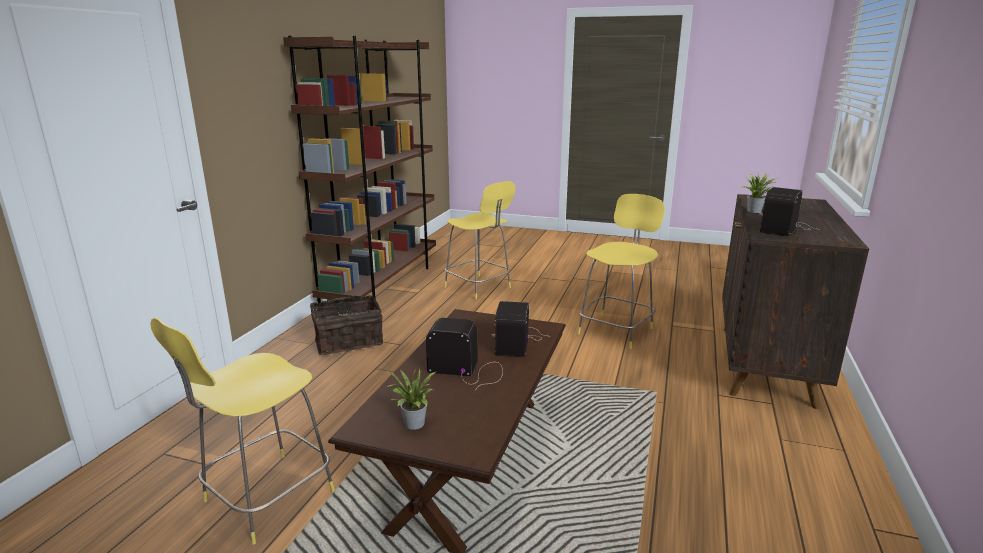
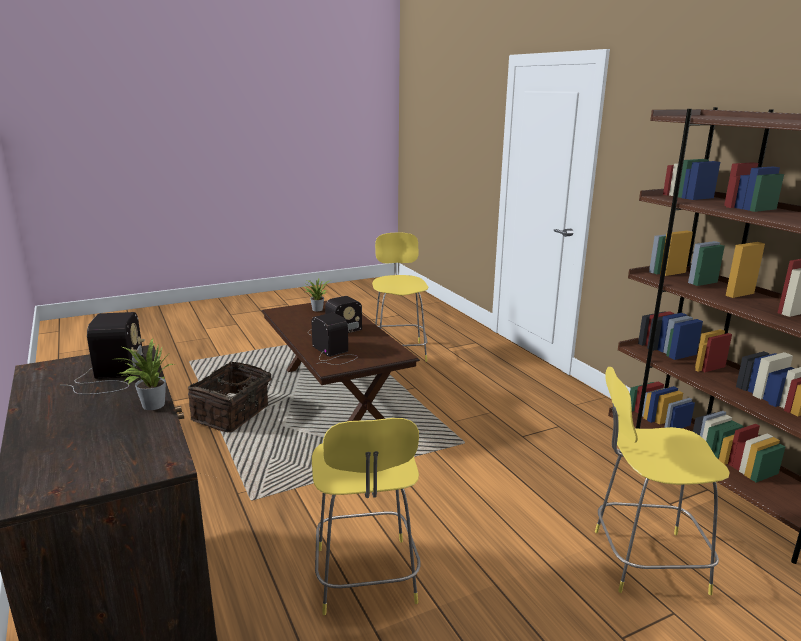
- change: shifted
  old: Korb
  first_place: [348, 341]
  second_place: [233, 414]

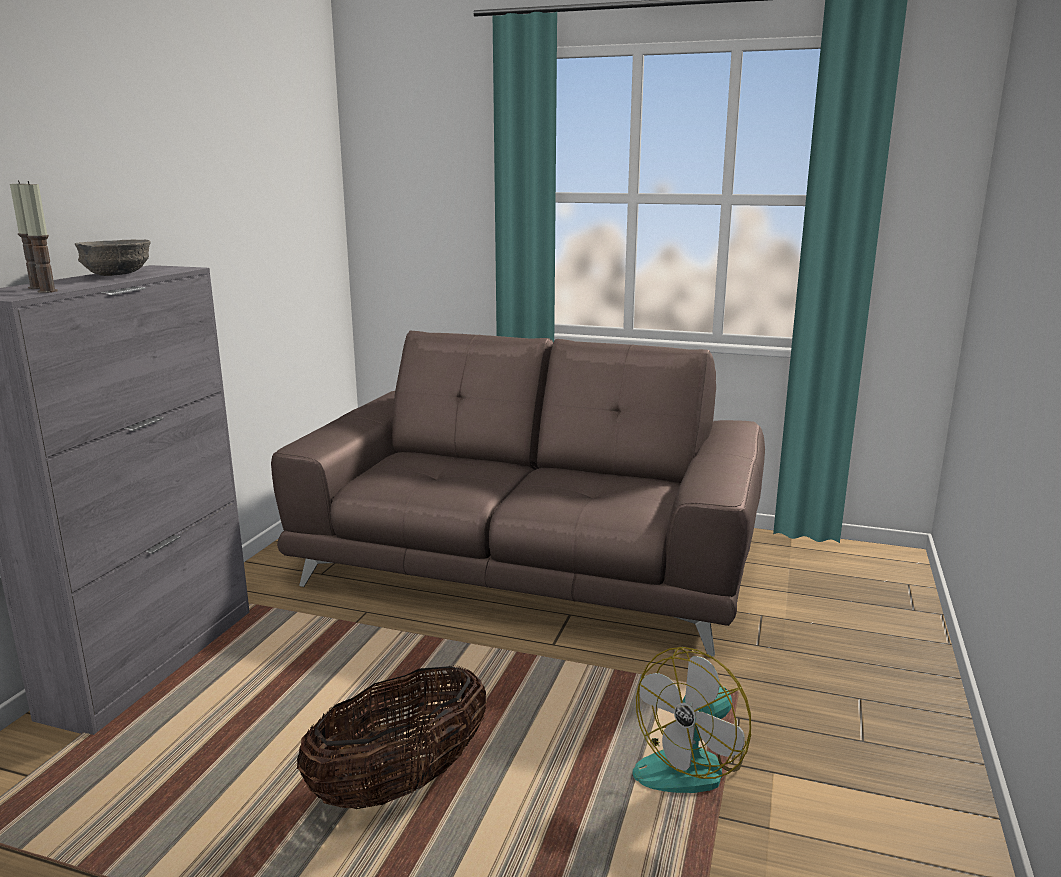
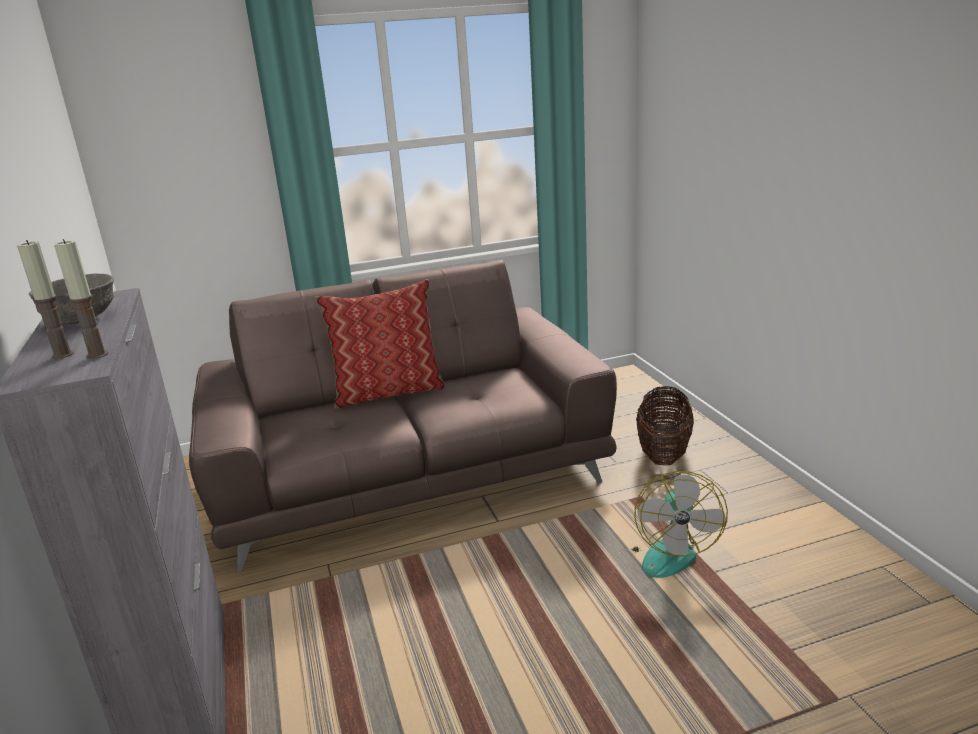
- change: new
  new: Kissen
  second_place: [388, 392]
- change: shifted
  old: Korb
  first_place: [400, 783]
  second_place: [664, 453]

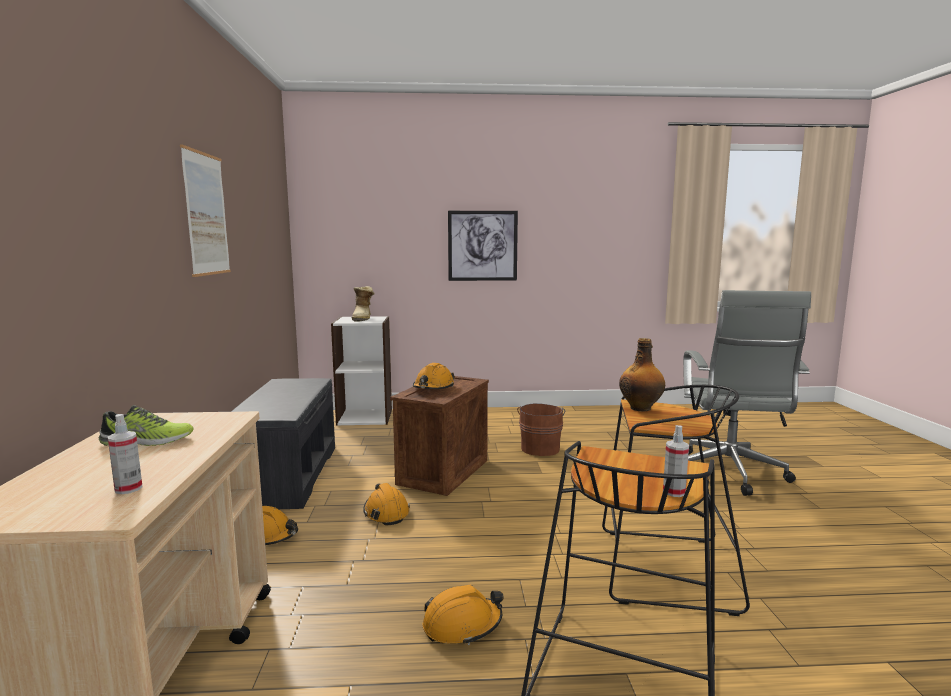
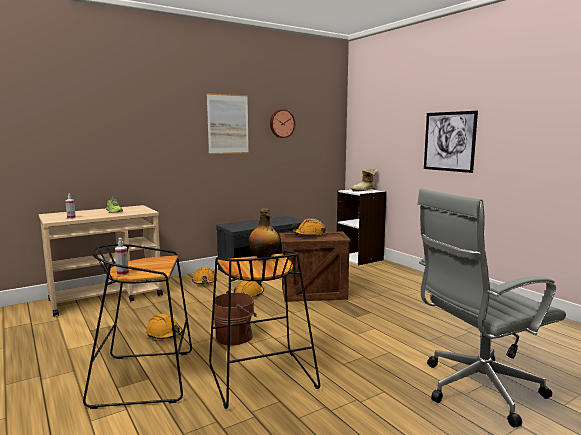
- change: new
  new: Wanduhr
  second_place: [281, 123]
- change: shifted
  old: Eimer [braun]
  first_place: [540, 448]
  second_place: [236, 336]

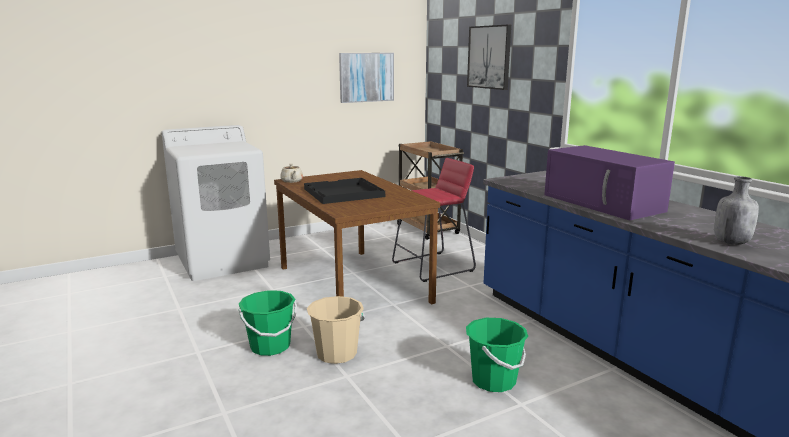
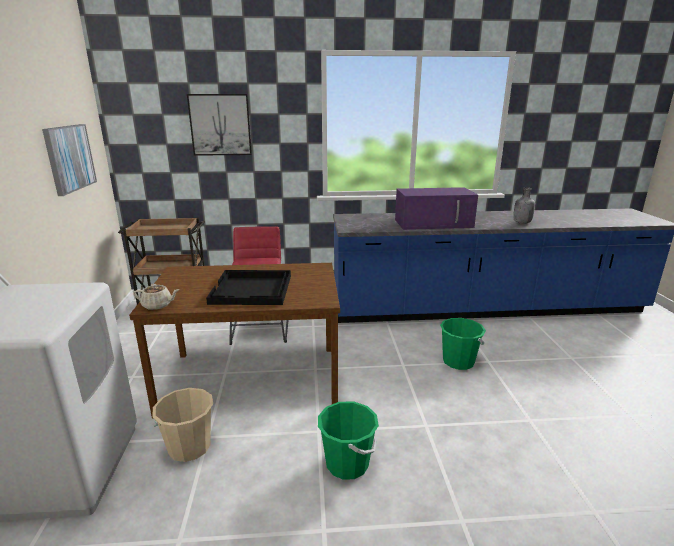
- change: shifted
  old: Eimer [beige]
  first_place: [336, 354]
  second_place: [189, 447]

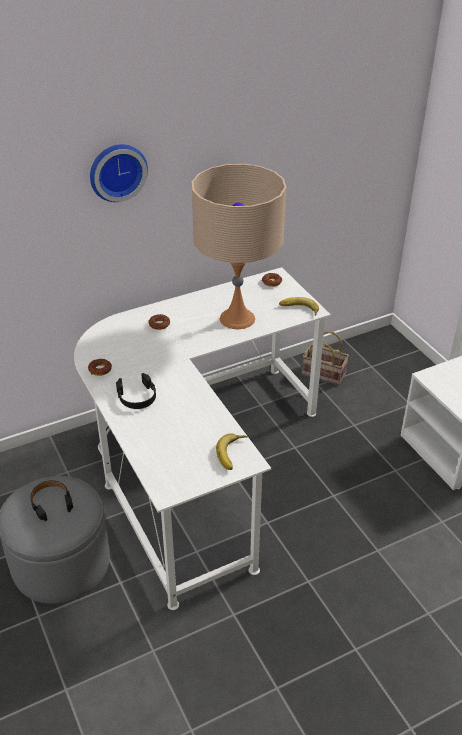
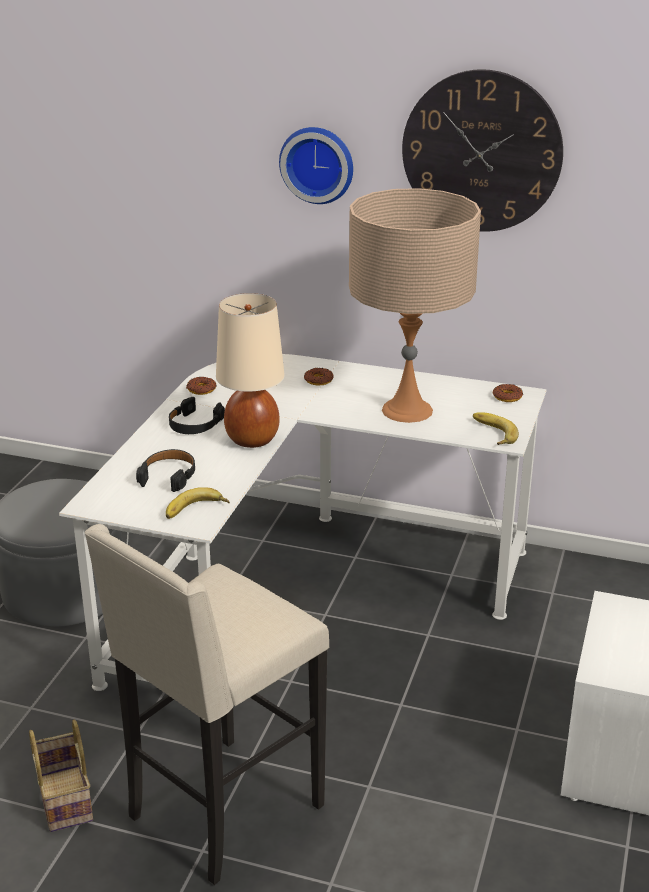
- change: new
  new: Hocker [beige]
  second_place: [221, 813]
- change: new
  new: Tischlampe [beige]
  second_place: [252, 439]
- change: new
  new: Wanduhr
  second_place: [481, 152]
- change: shifted
  old: Kopfhörer [schwarz]
  first_place: [51, 503]
  second_place: [168, 476]
- change: shifted
  old: Korb
  first_place: [322, 374]
  second_place: [62, 798]

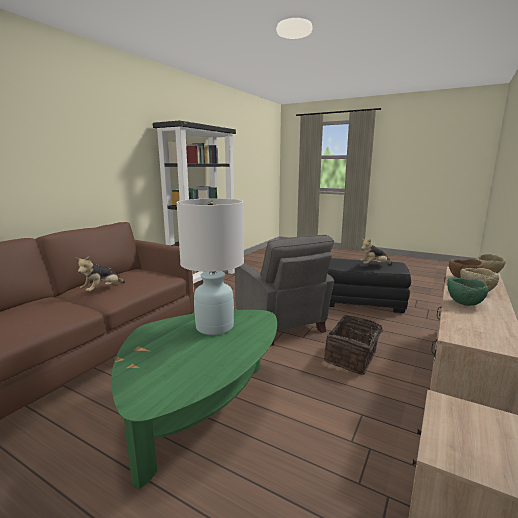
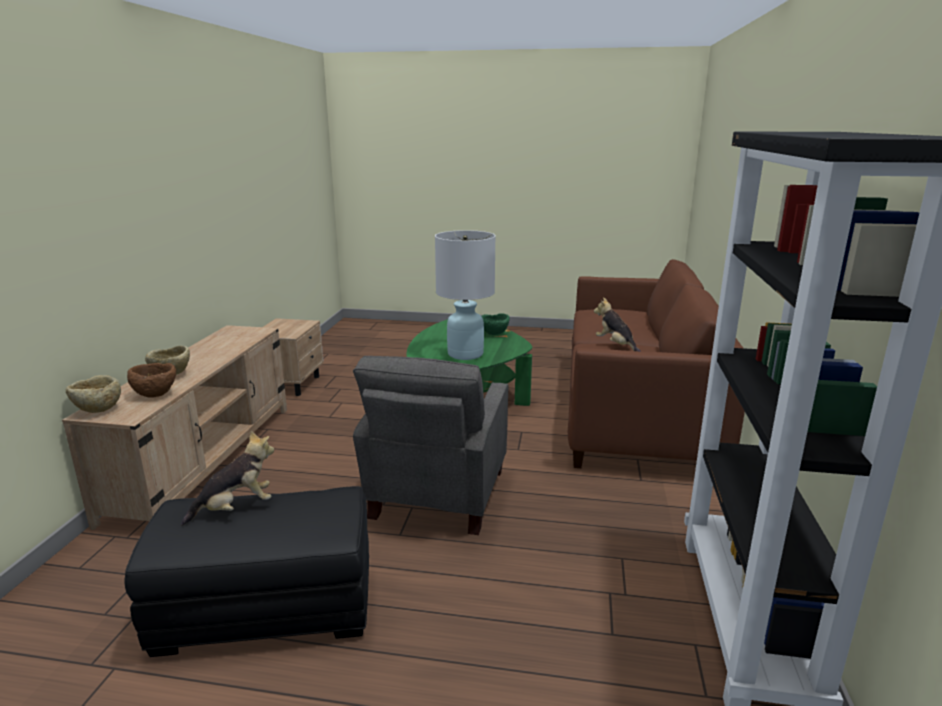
- change: gone
  old: Korb
  first_place: [352, 357]
- change: shifted
  old: Schüssel [grün]
  first_place: [464, 303]
  second_place: [494, 334]
- change: rotated
  old: Plüschtier
  first_place: [102, 290]
  second_place: [616, 345]
  degrees: -45
- change: rotated
  old: Sessel [grau]
  first_place: [281, 325]
  second_place: [436, 495]
  degrees: -120

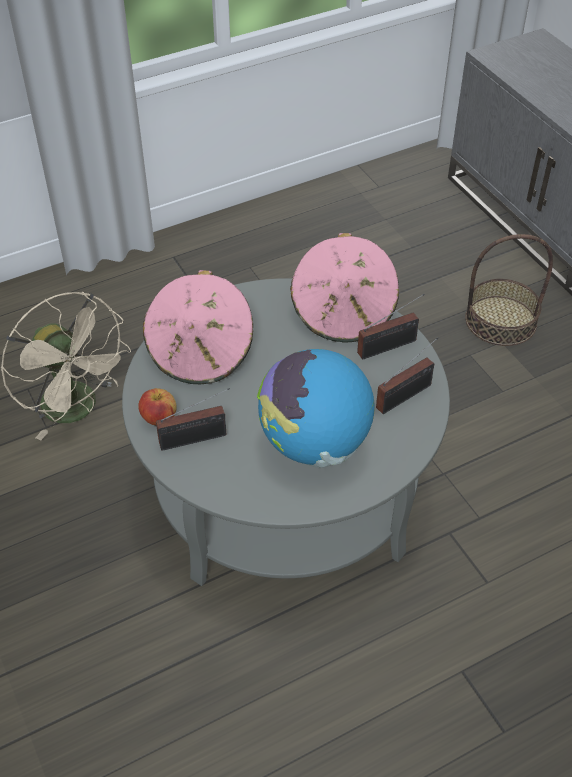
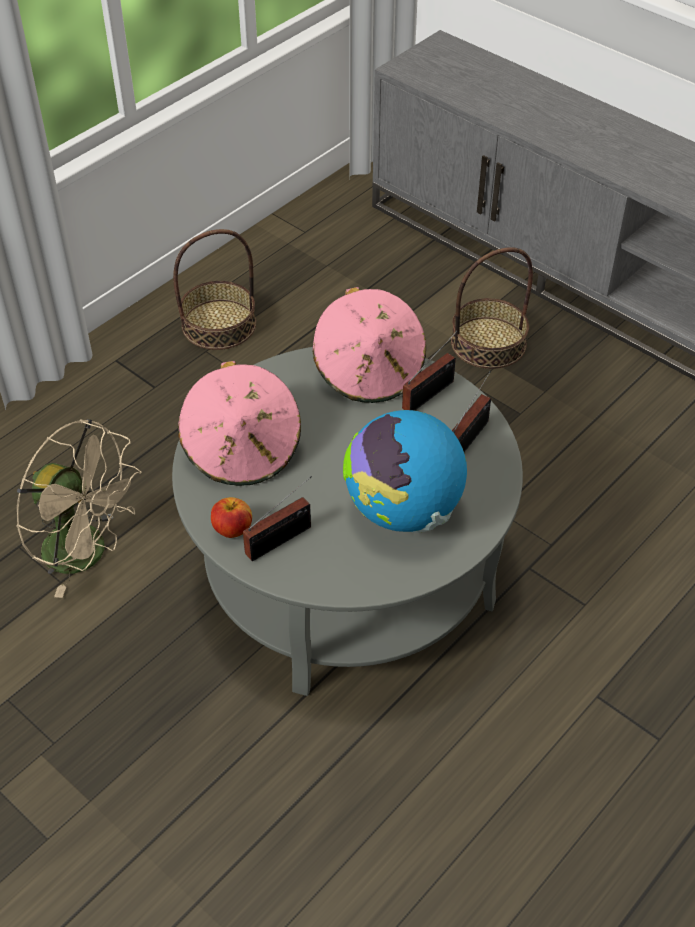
- change: new
  new: Korb
  second_place: [219, 324]

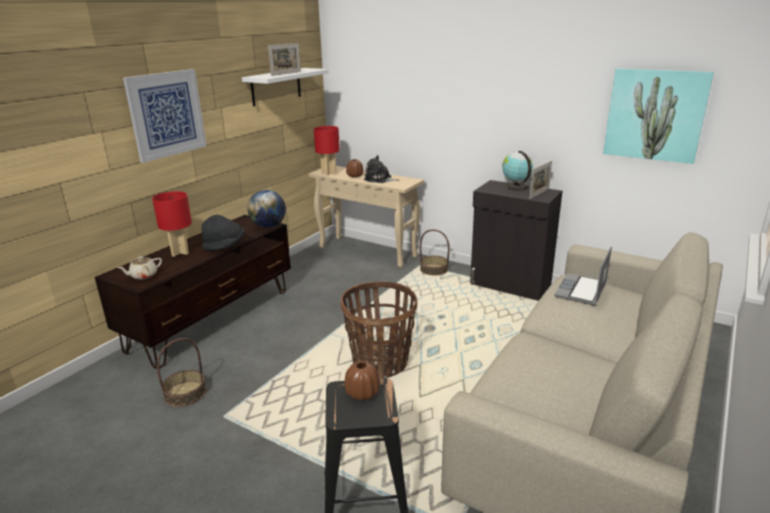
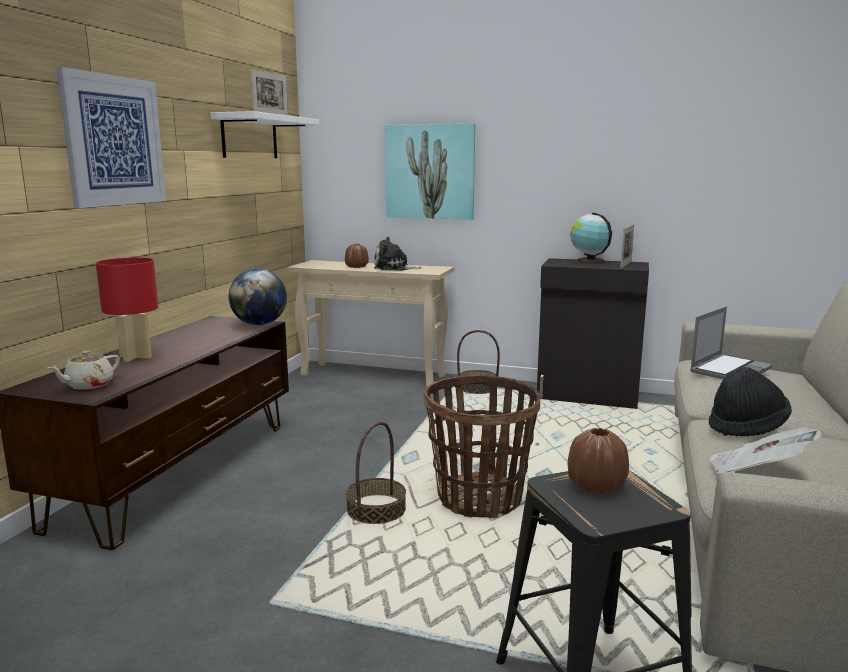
- change: gone
  old: Tischlampe [rot]
  first_place: [328, 173]
- change: new
  new: Zeitung
  second_place: [756, 473]
- change: shifted
  old: Korb
  first_place: [185, 393]
  second_place: [376, 510]
- change: shifted
  old: Hut [schwarz]
  first_place: [225, 246]
  second_place: [746, 427]
- change: shifted
  old: Bild
  first_place: [655, 115]
  second_place: [430, 172]
- change: rotated
  old: Laptop
  first_place: [581, 291]
  second_place: [729, 370]
  degrees: -150

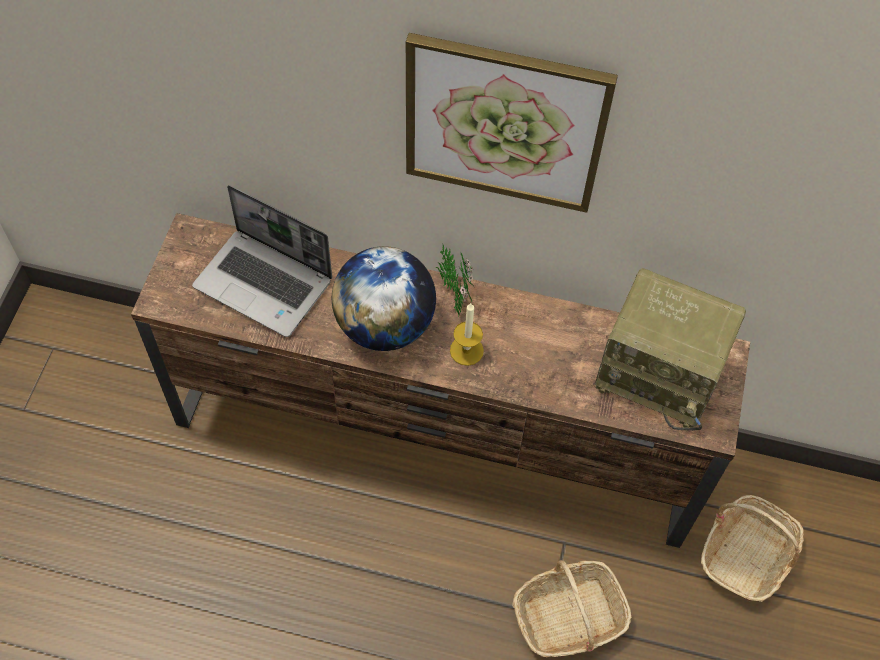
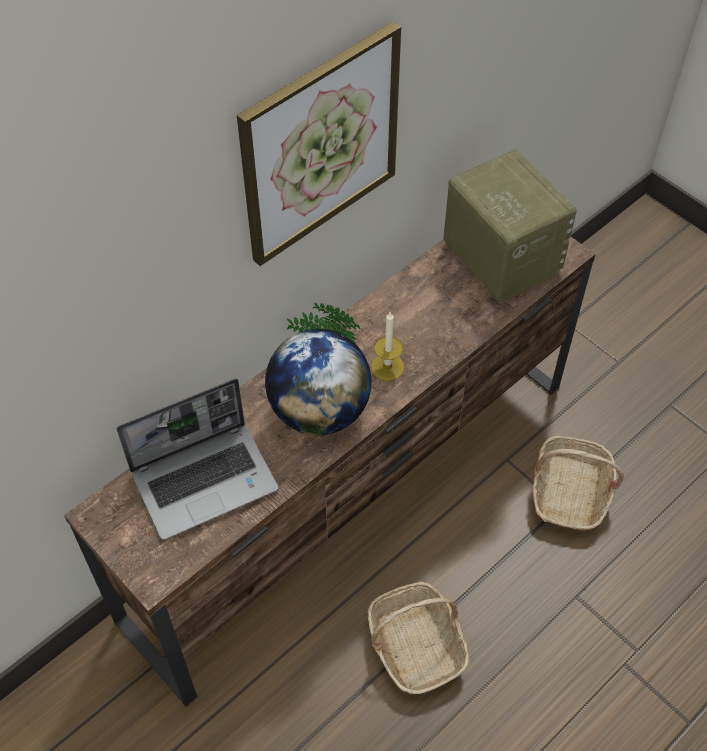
- change: shifted
  old: Korb
  first_place: [746, 554]
  second_place: [415, 645]
- change: rotated
  old: Radio
  first_place: [660, 374]
  second_place: [499, 257]
  degrees: -90

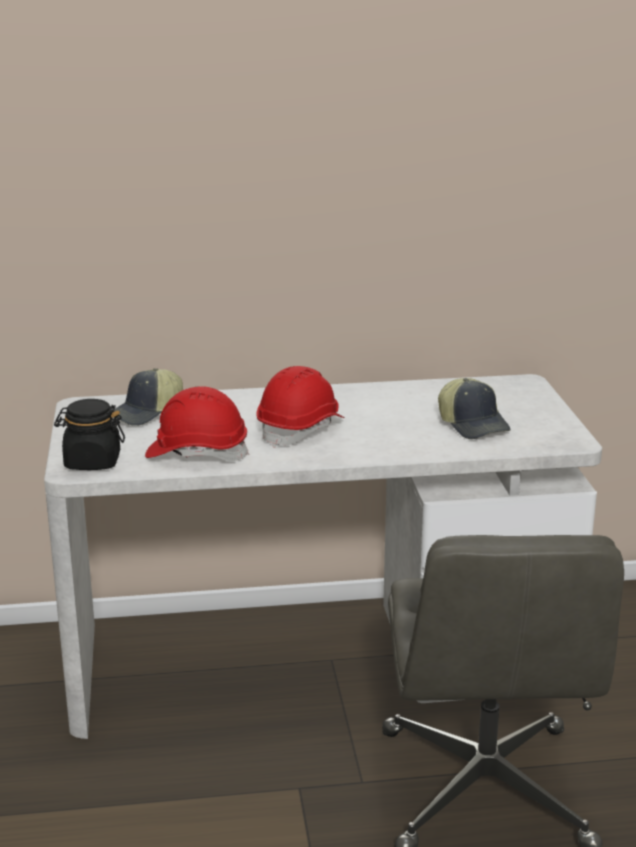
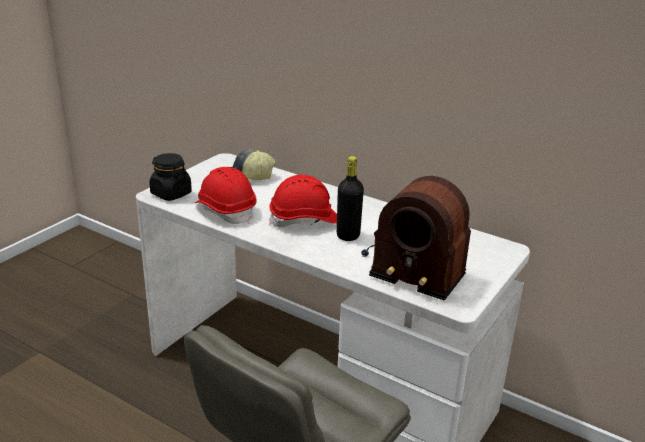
- change: new
  new: Flasche [schwarz]
  second_place: [348, 235]
- change: swapped
  old: Kappe
  new: Radio
  first_place: [473, 425]
  second_place: [412, 263]

